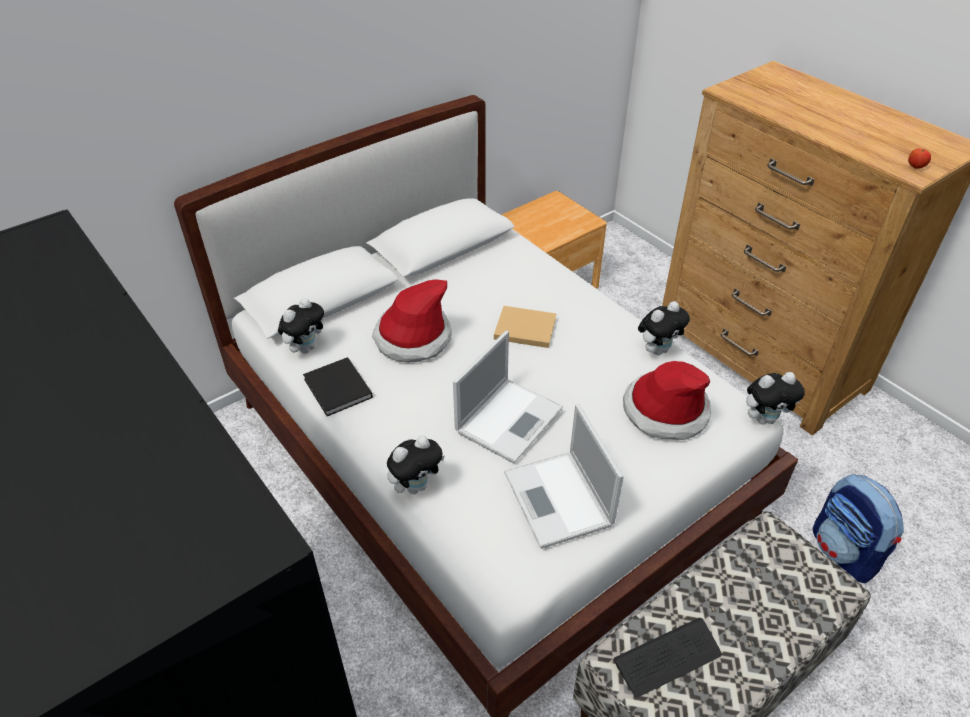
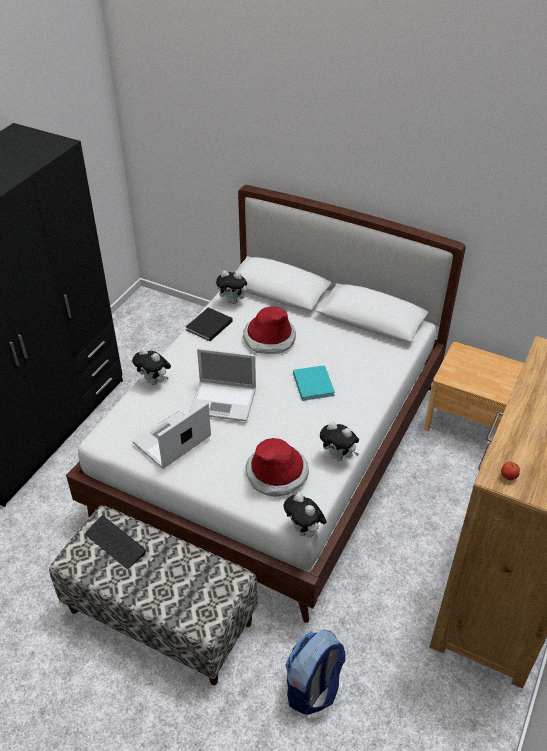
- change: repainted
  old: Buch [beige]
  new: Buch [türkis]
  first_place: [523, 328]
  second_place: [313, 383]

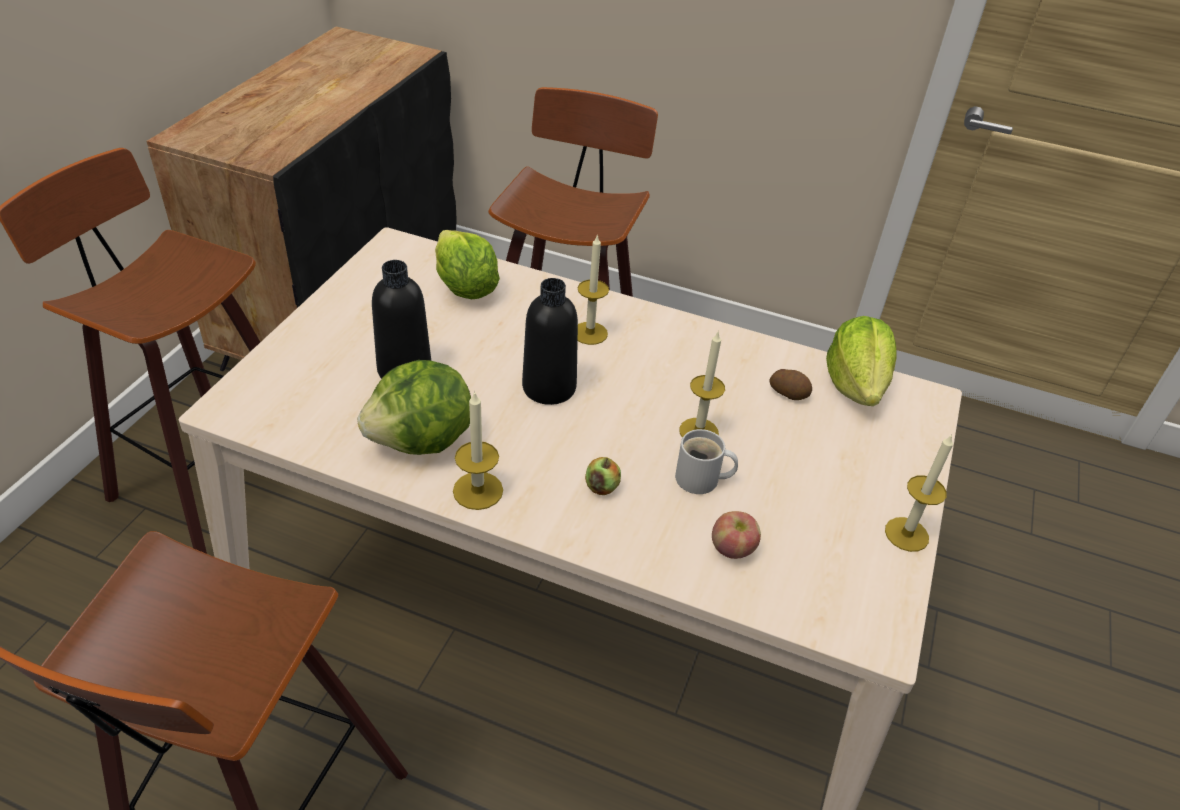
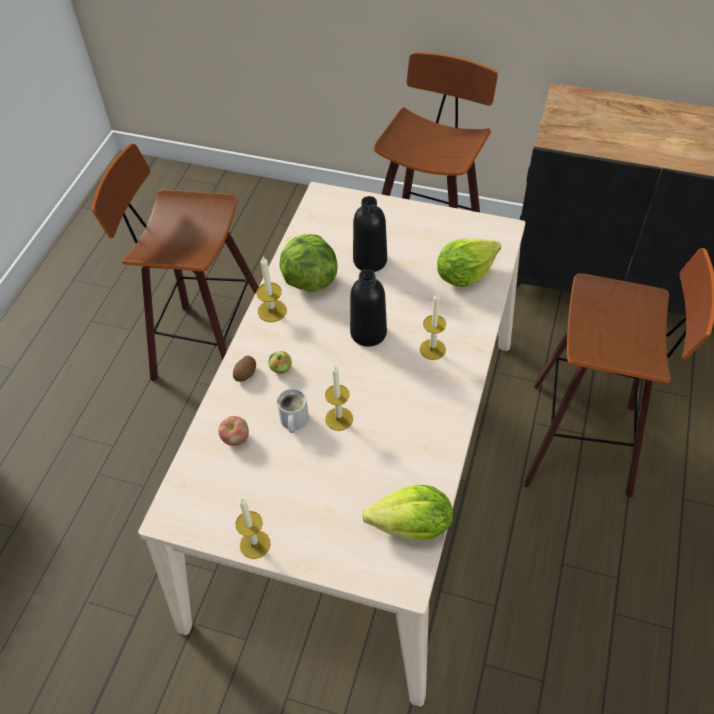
- change: shifted
  old: Kartoffel
  first_place: [789, 393]
  second_place: [246, 374]

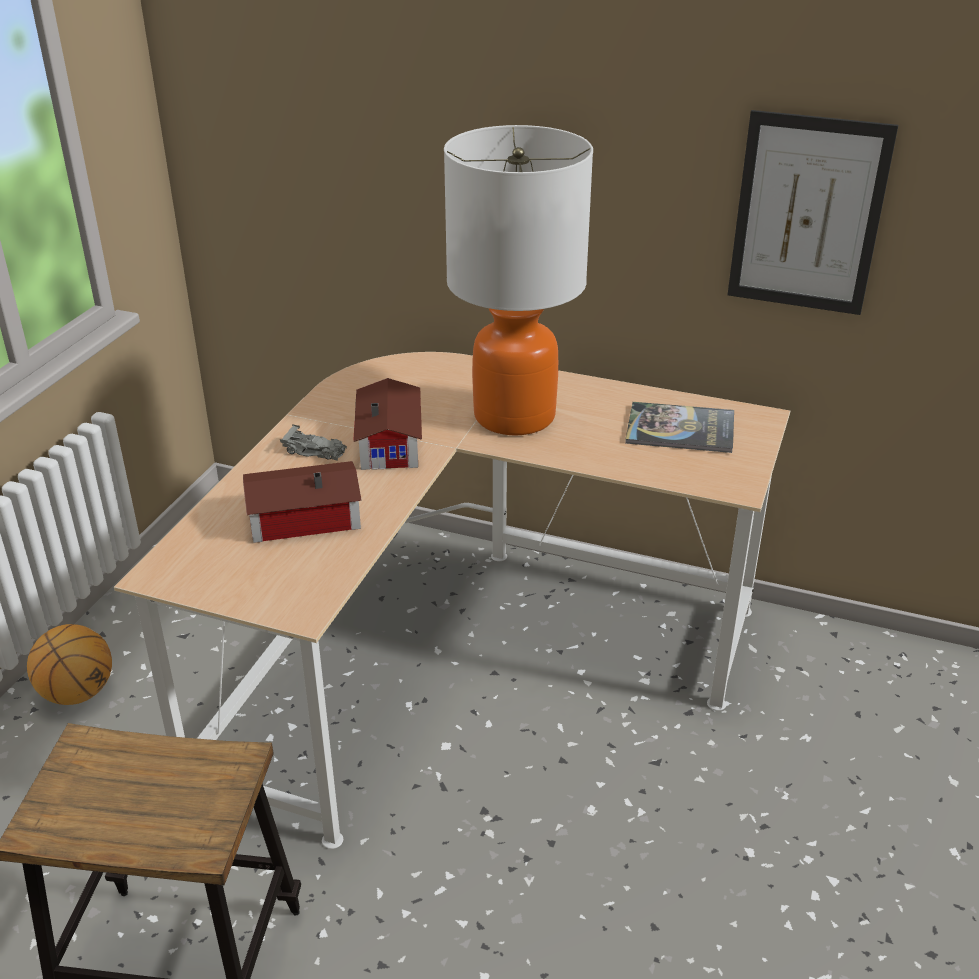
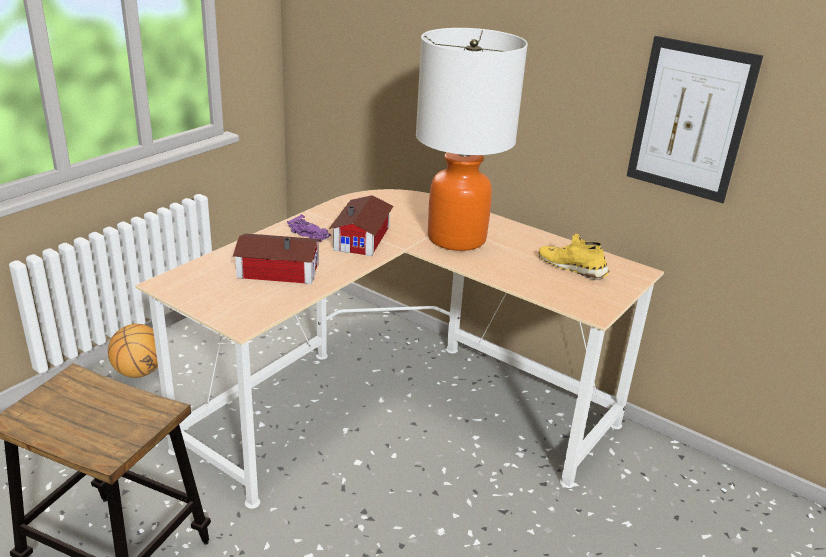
- change: swapped
  old: Buch
  new: Schuh [gelb]
  first_place: [680, 429]
  second_place: [572, 268]
- change: repainted
  old: Spielzeugauto [grau]
  new: Spielzeugauto [lila]
  first_place: [315, 451]
  second_place: [310, 234]

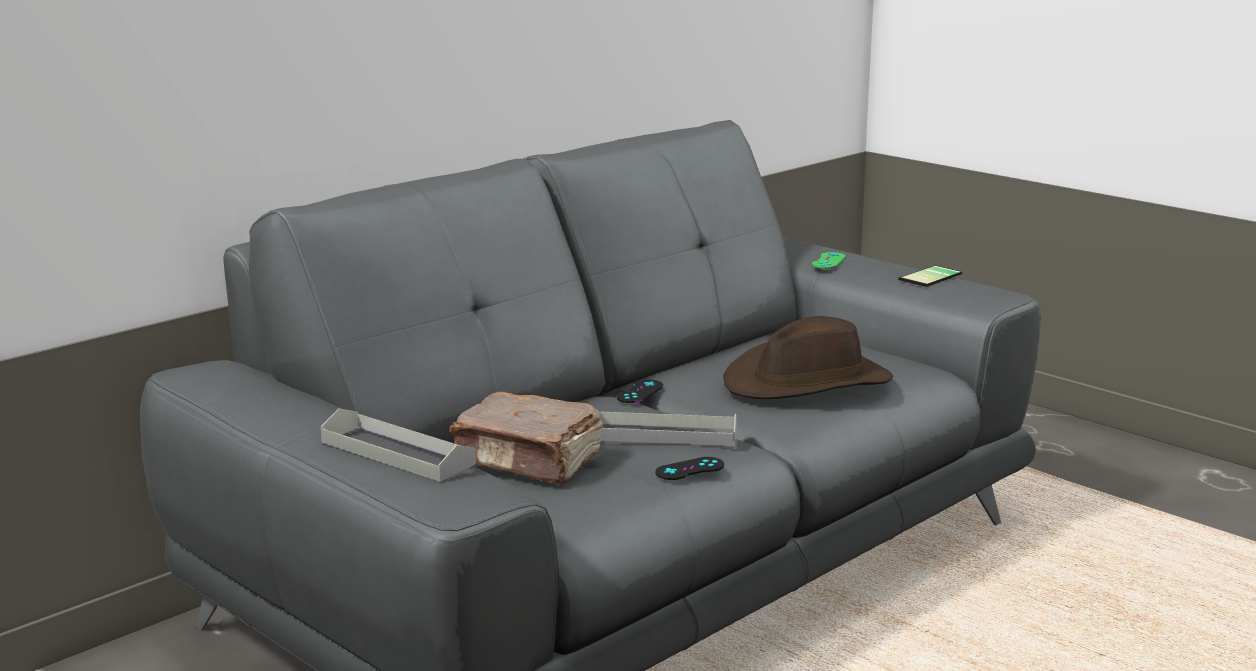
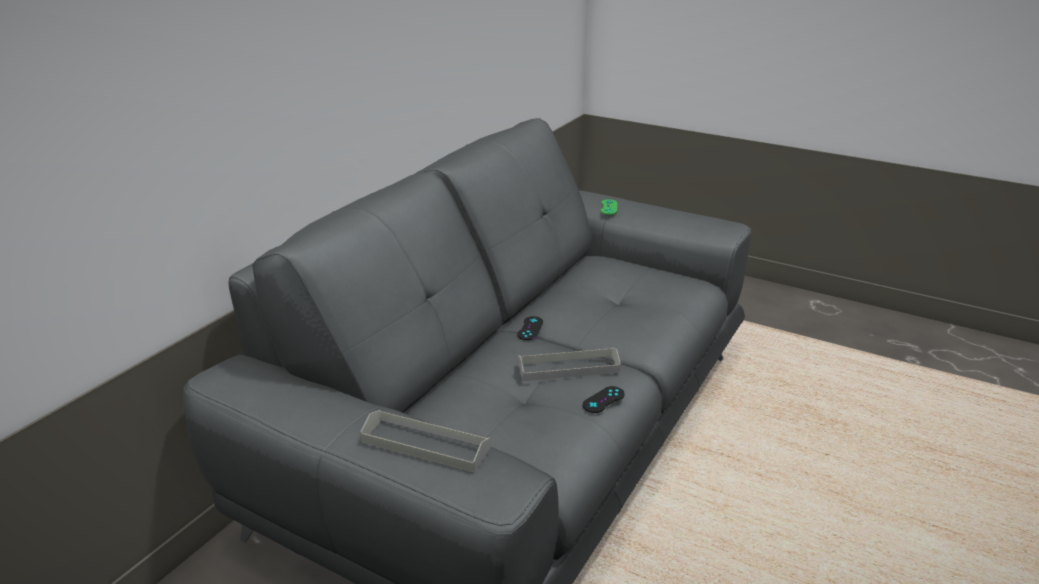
- change: gone
  old: Buch [braun]
  first_place: [529, 461]
- change: gone
  old: Hut [braun]
  first_place: [808, 383]
- change: gone
  old: Handy
  first_place: [933, 277]

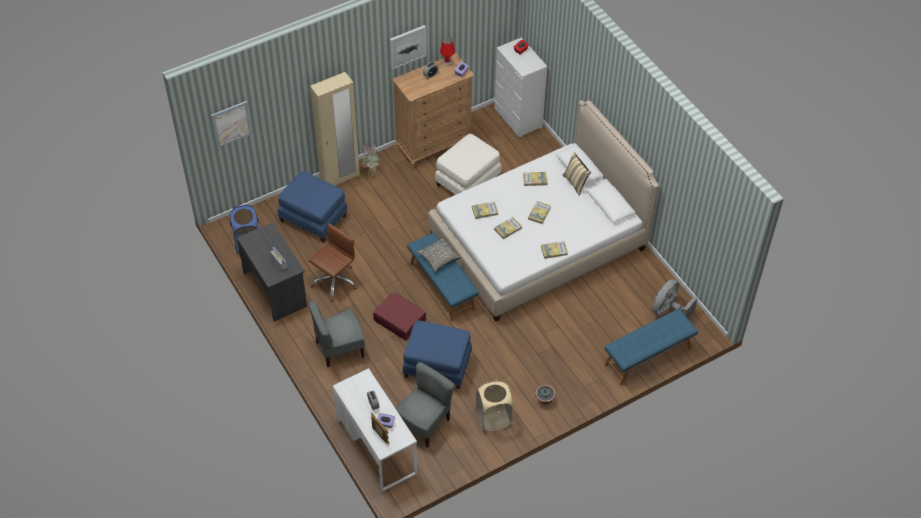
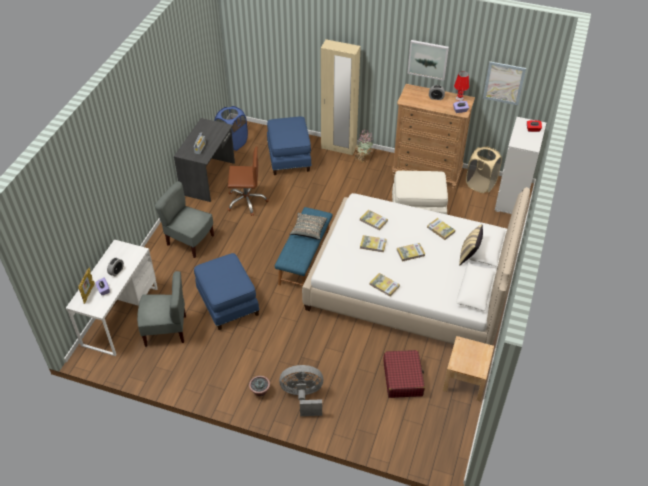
- change: gone
  old: Bank [blau]
  first_place: [648, 357]
- change: new
  new: Nachttisch [beige]
  second_place: [465, 379]
- change: shifted
  old: Bild
  first_place: [231, 124]
  second_place: [504, 83]
- change: shifted
  old: Koffer [rot]
  first_place: [399, 320]
  second_place: [403, 378]
- change: shifted
  old: Wäschekorb [beige]
  first_place: [493, 419]
  second_place: [480, 184]
- change: shifted
  old: Ventilator [grau]
  first_place: [668, 310]
  second_place: [303, 397]

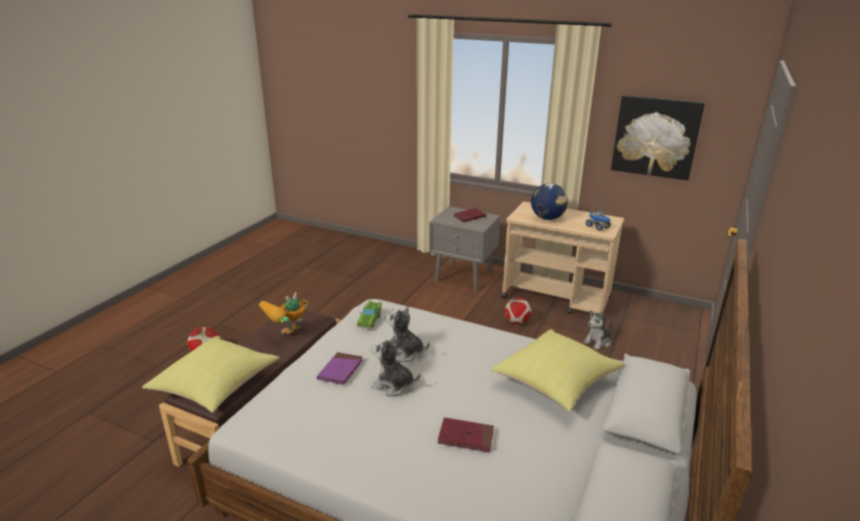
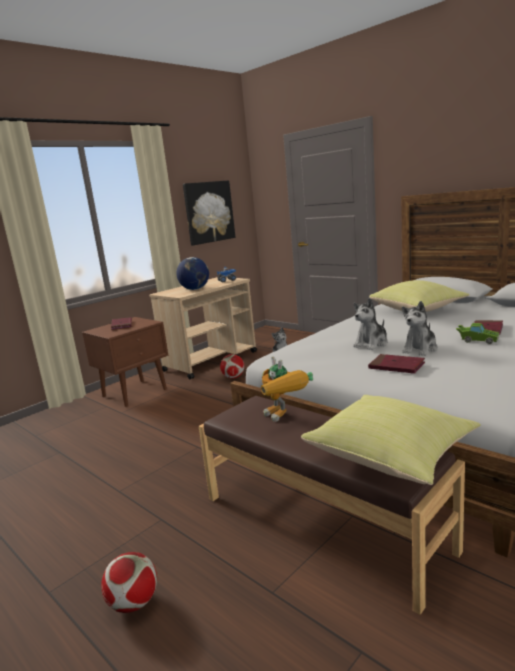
- change: shifted
  old: Spielzeugauto [grün]
  first_place: [370, 320]
  second_place: [477, 340]
- change: repainted
  old: Buch [lila]
  new: Buch [rot]
  first_place: [340, 370]
  second_place: [396, 366]
- change: repainted
  old: Nachttisch [grau]
  new: Nachttisch [braun]
  first_place: [463, 278]
  second_place: [135, 392]

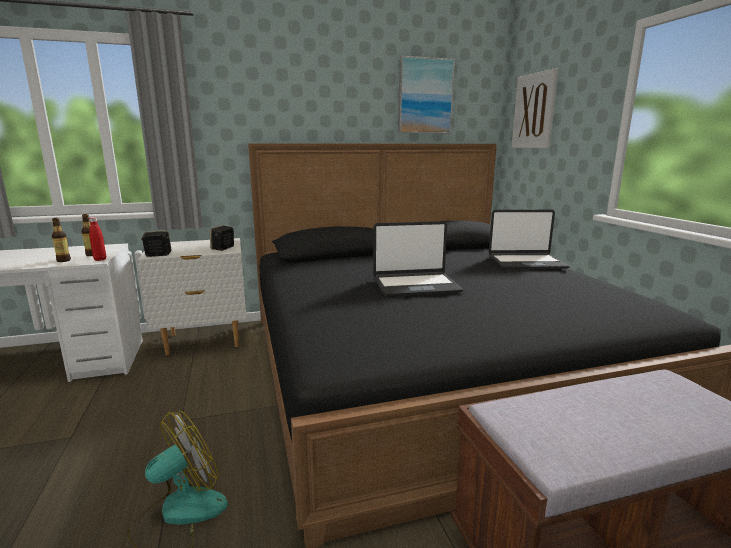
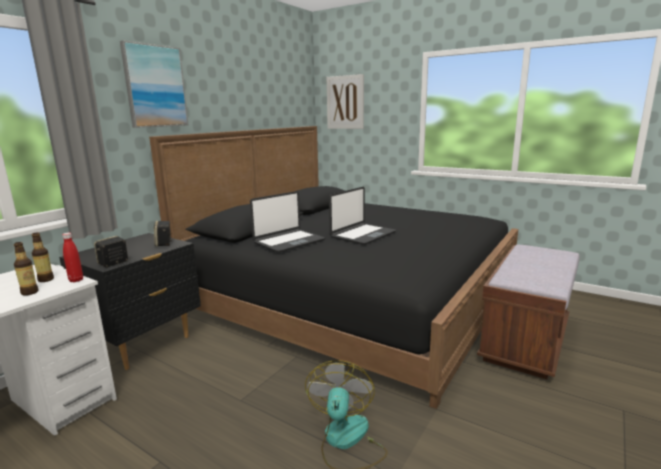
- change: shifted
  old: Bild
  first_place: [425, 96]
  second_place: [155, 86]
- change: shifted
  old: Laptop
  first_place: [526, 262]
  second_place: [288, 241]
- change: repainted
  old: Nachttisch [weiß]
  new: Nachttisch [schwarz]
  first_place: [204, 341]
  second_place: [144, 345]

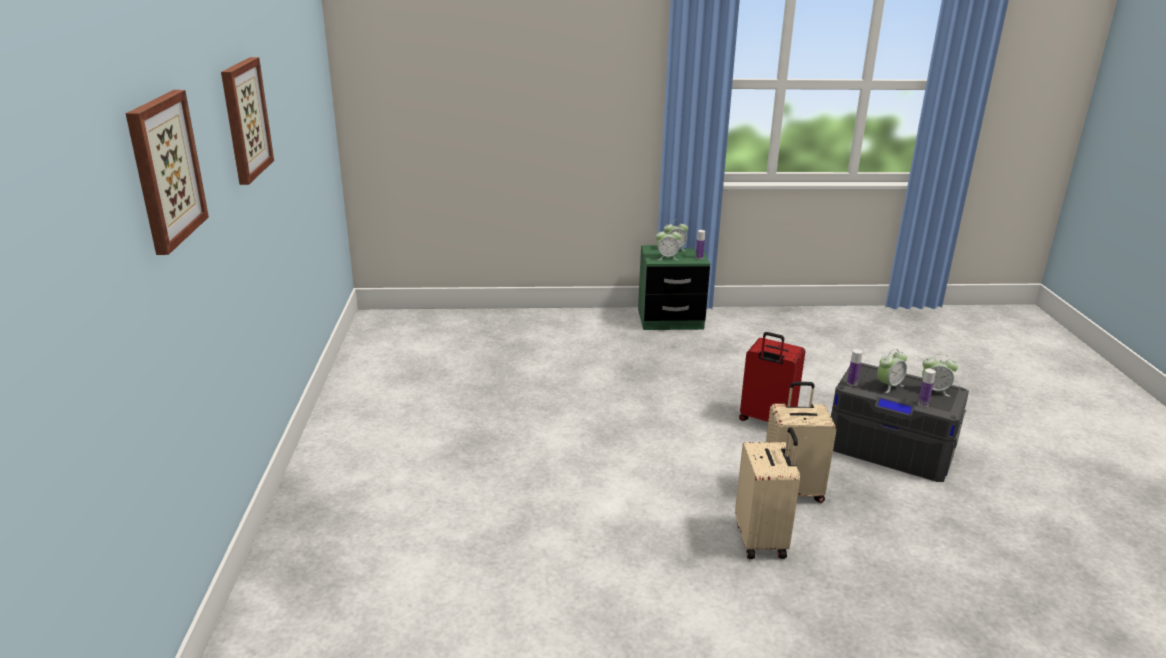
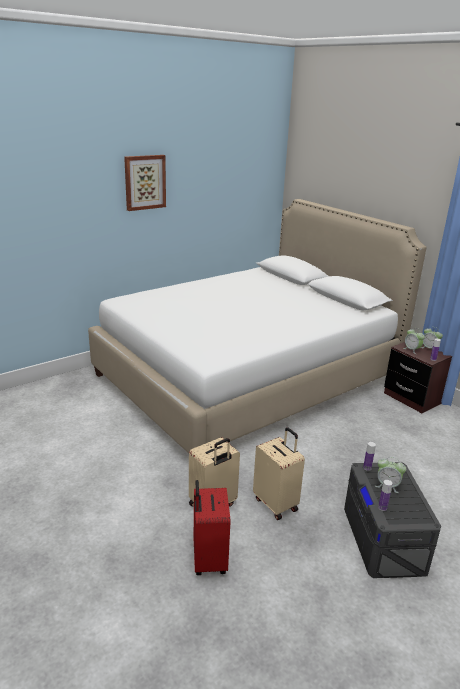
- change: gone
  old: Bild
  first_place: [165, 170]
- change: gone
  old: Wecker
  first_place: [934, 391]
- change: new
  new: Bett [weiß]
  second_place: [247, 377]
- change: shifted
  old: Koffer [rot]
  first_place: [766, 420]
  second_place: [208, 560]
- change: repainted
  old: Nachttisch [grün]
  new: Nachttisch [braun]
  first_place: [670, 320]
  second_place: [413, 398]

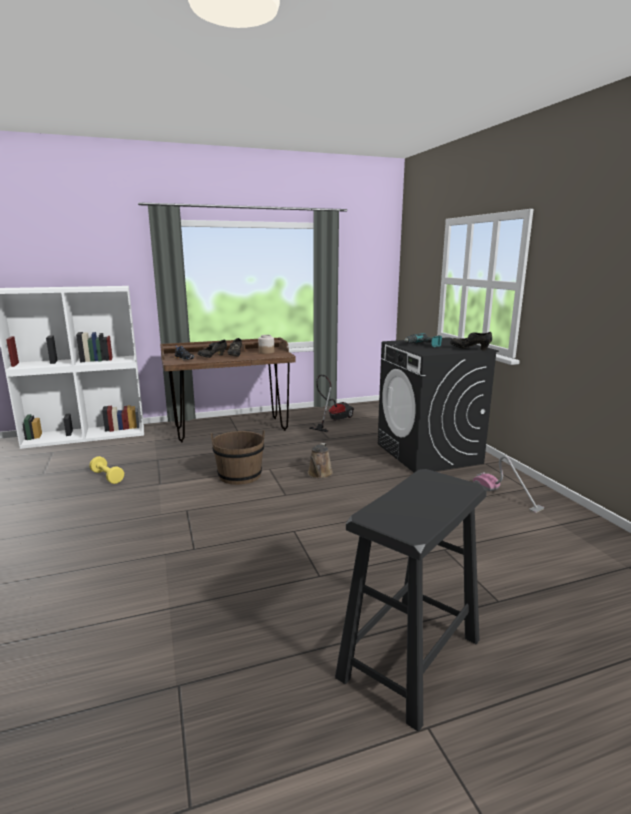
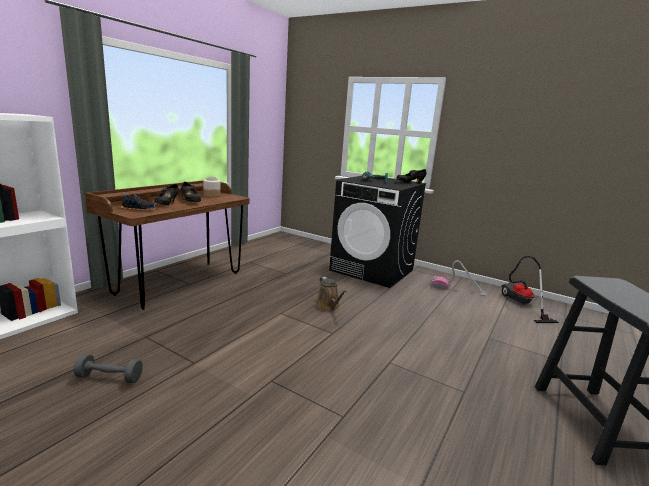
- change: gone
  old: Eimer [braun]
  first_place: [240, 475]
- change: shifted
  old: Staubsauger
  first_place: [333, 420]
  second_place: [520, 304]
- change: repainted
  old: Hantel [gelb]
  new: Hantel [grau]
  first_place: [107, 477]
  second_place: [109, 378]

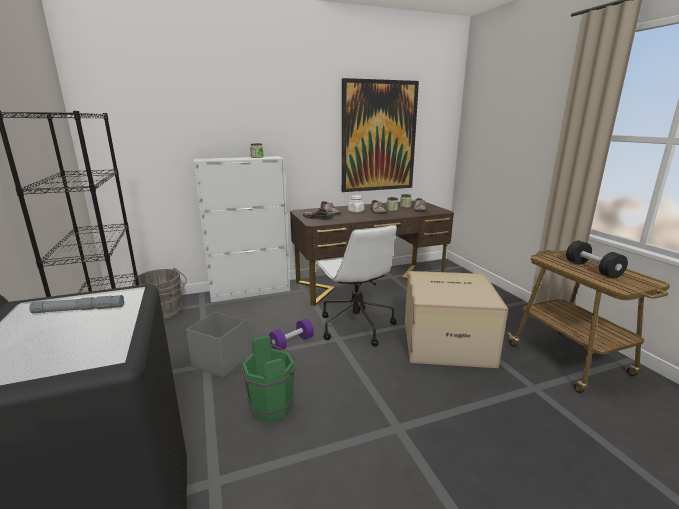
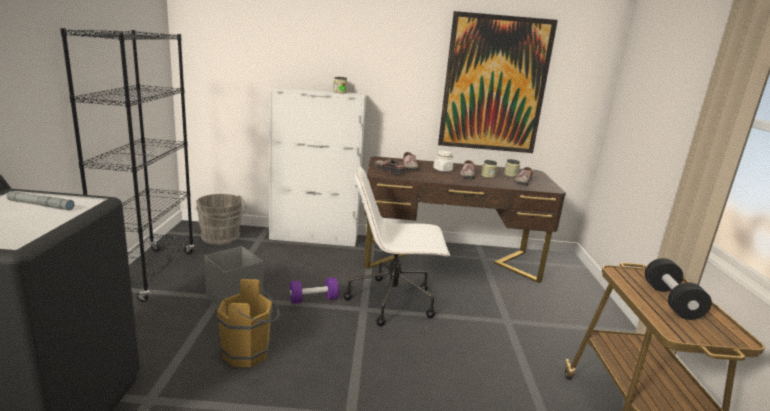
- change: gone
  old: Karton
  first_place: [447, 341]
- change: repainted
  old: Eimer [grün]
  new: Eimer [braun]
  first_place: [275, 406]
  second_place: [250, 354]
- change: rotated
  old: Bürostuhl [weiß]
  first_place: [355, 326]
  second_place: [393, 301]
  degrees: 90

